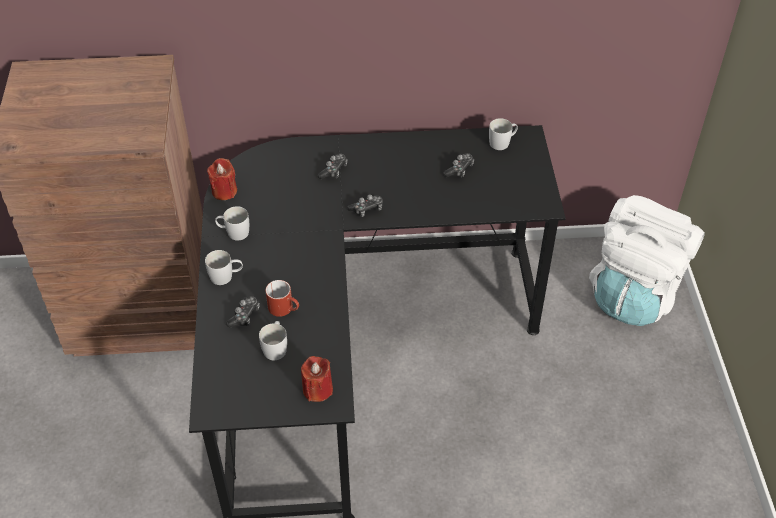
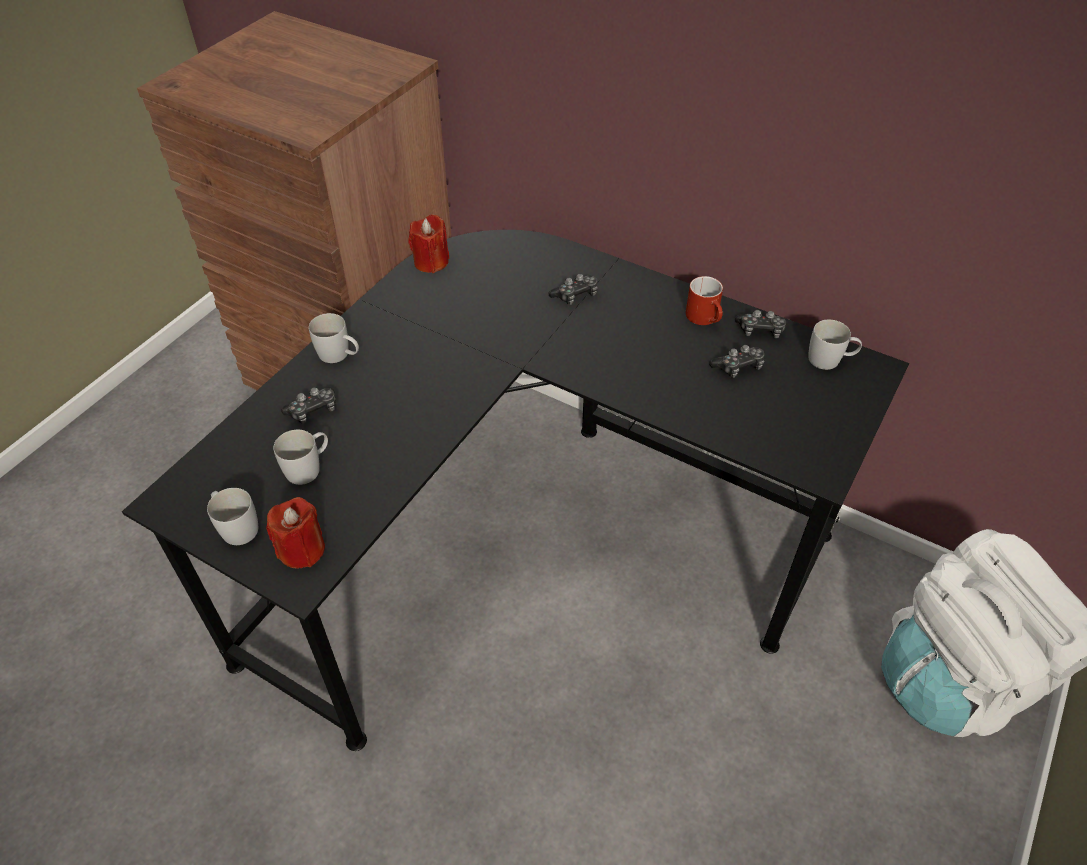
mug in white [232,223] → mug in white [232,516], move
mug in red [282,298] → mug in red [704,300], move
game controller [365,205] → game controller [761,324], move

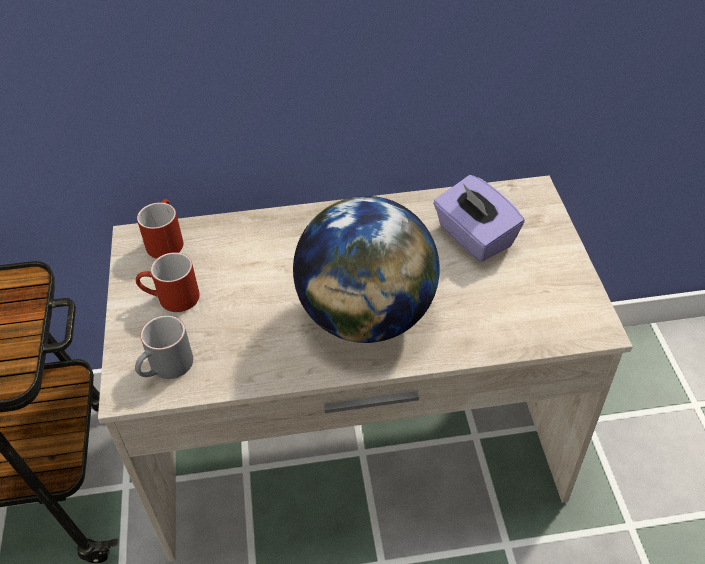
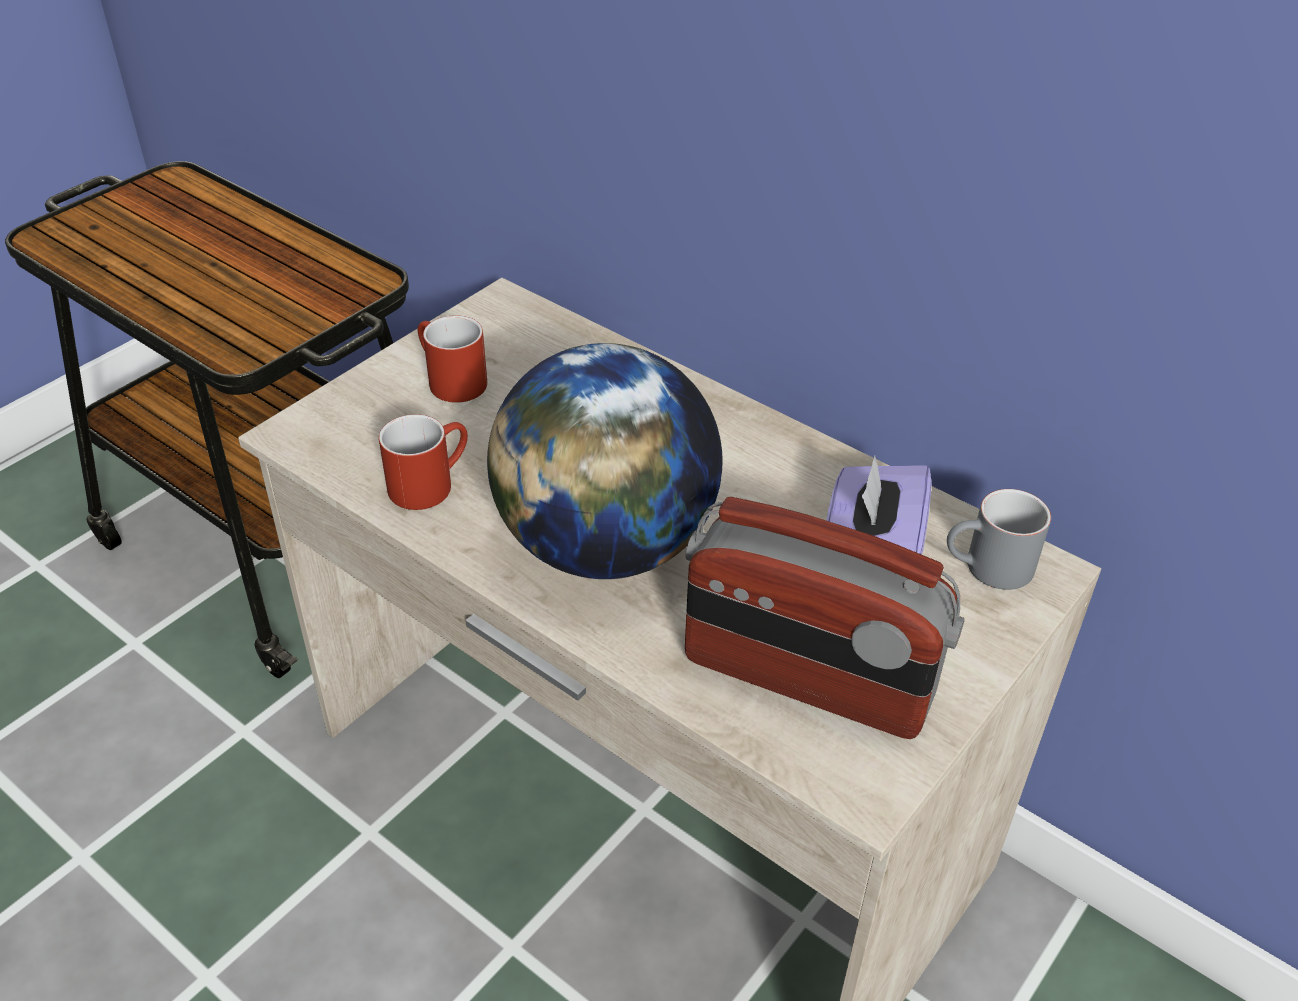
mug in red [160,229] → mug in red [423,462], move
- → radio [825,618]
mug in grey [164,347] → mug in grey [999,539], move

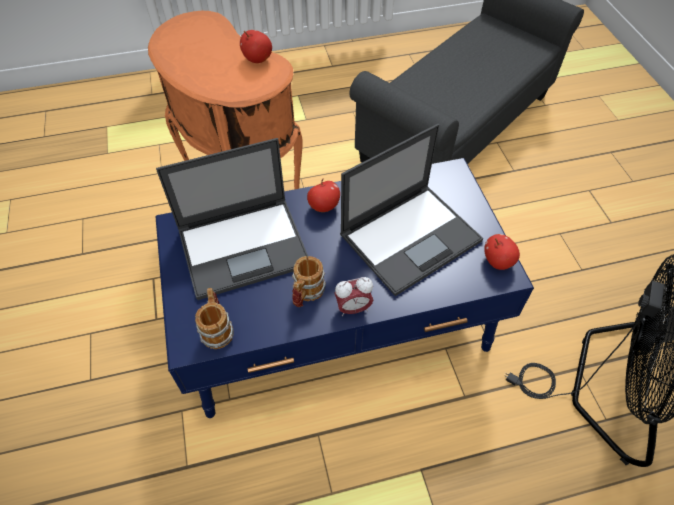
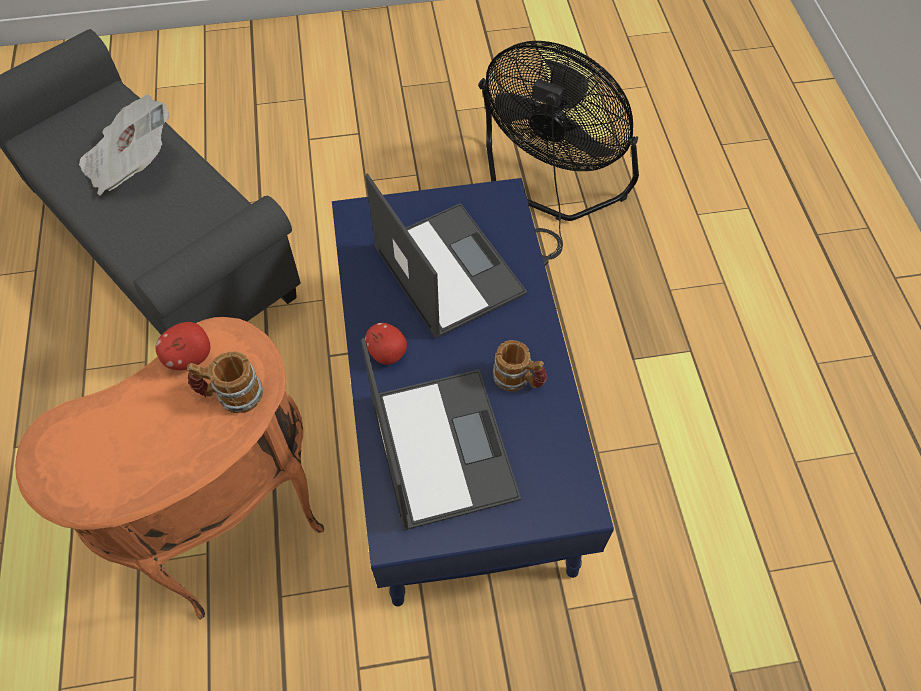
- → newspaper [124,145]
mug [214,318] → mug [225,382], move
alarm clock [354,296] → -
apple [502,252] → -

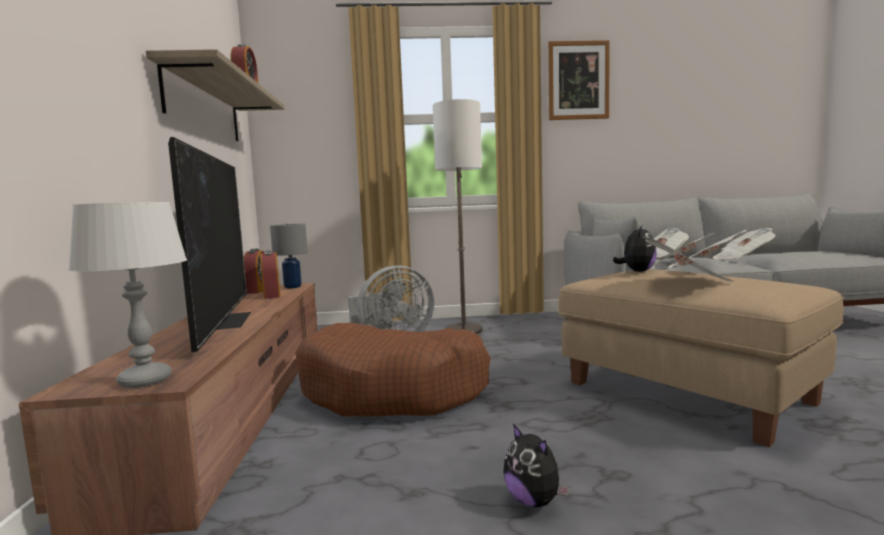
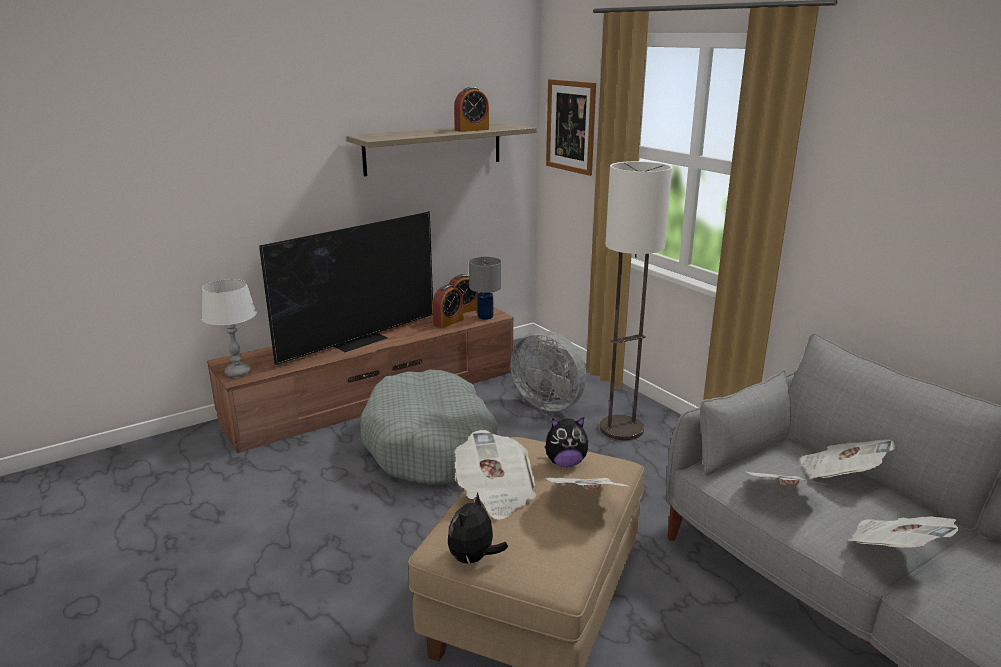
dog bed in brown [393,370] → dog bed in grey [430,427]
plush toy [536,465] → plush toy [478,529], move
picture [579,80] → picture [571,127], move

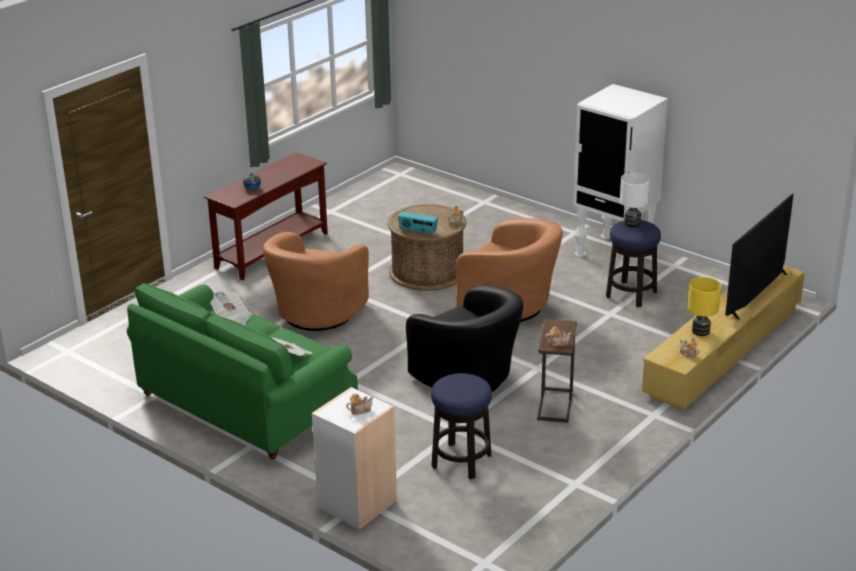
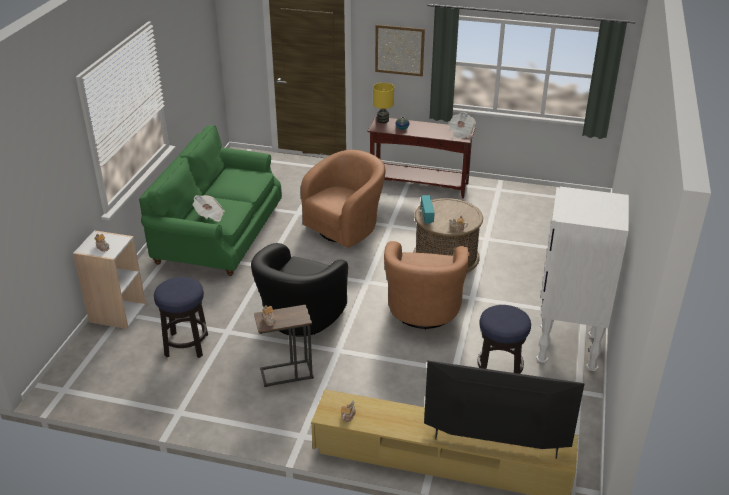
armchair in brown [316,281] → armchair in brown [343,199], 135 degrees clockwise
table lamp in yellow [704,306] → table lamp in yellow [383,103], move
- → picture [400,51]
newspaper [231,308] → newspaper [462,125], move
table lamp in white [635,200] → -

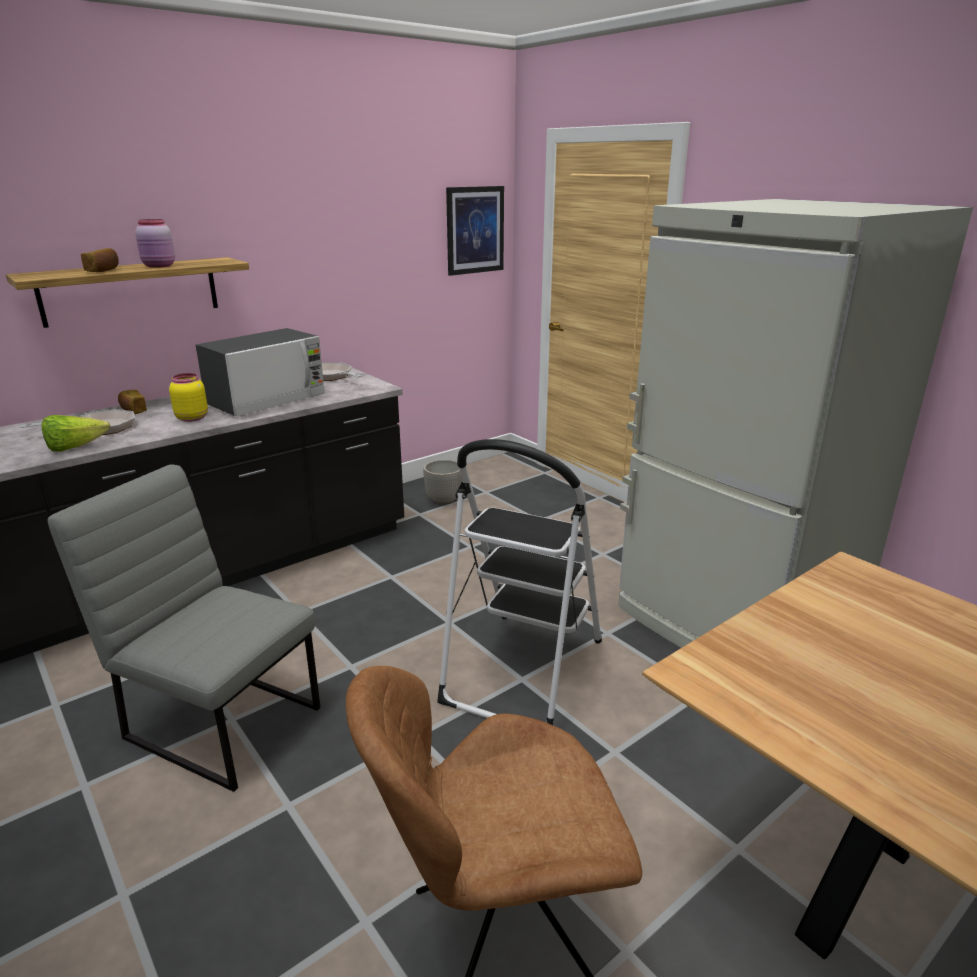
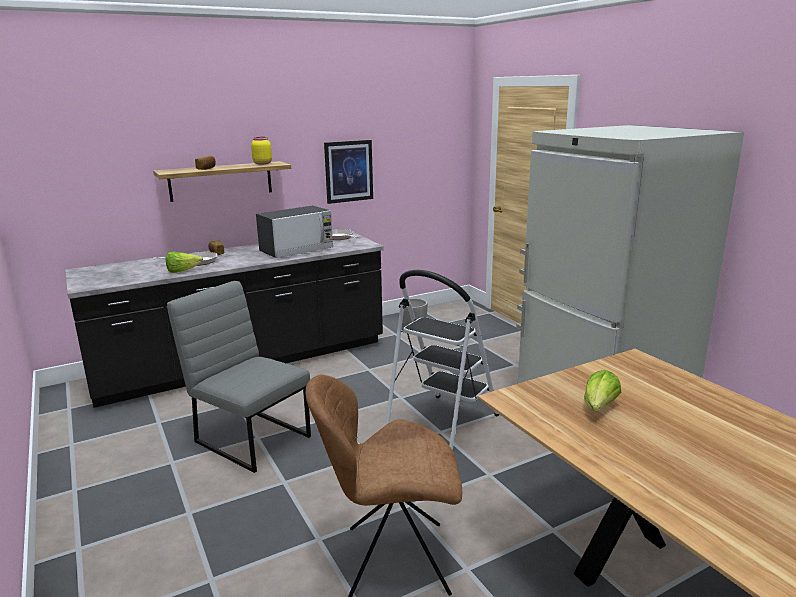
jar in yellow [188,397] → jar in yellow [261,151], move
picture [475,231] → picture [348,172], move
- → lettuce [602,390]
jar in pink [155,243] → -

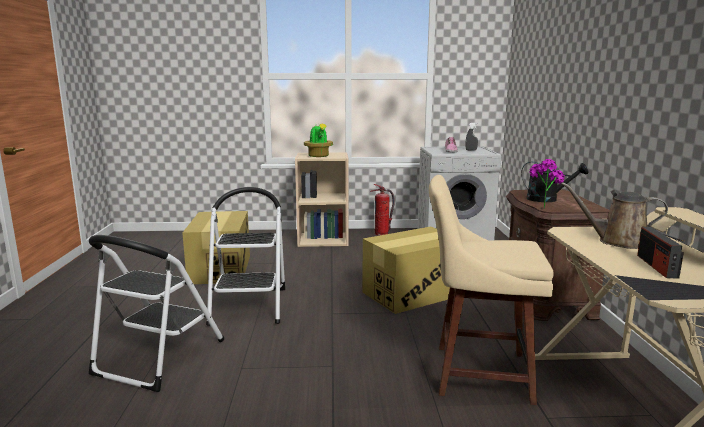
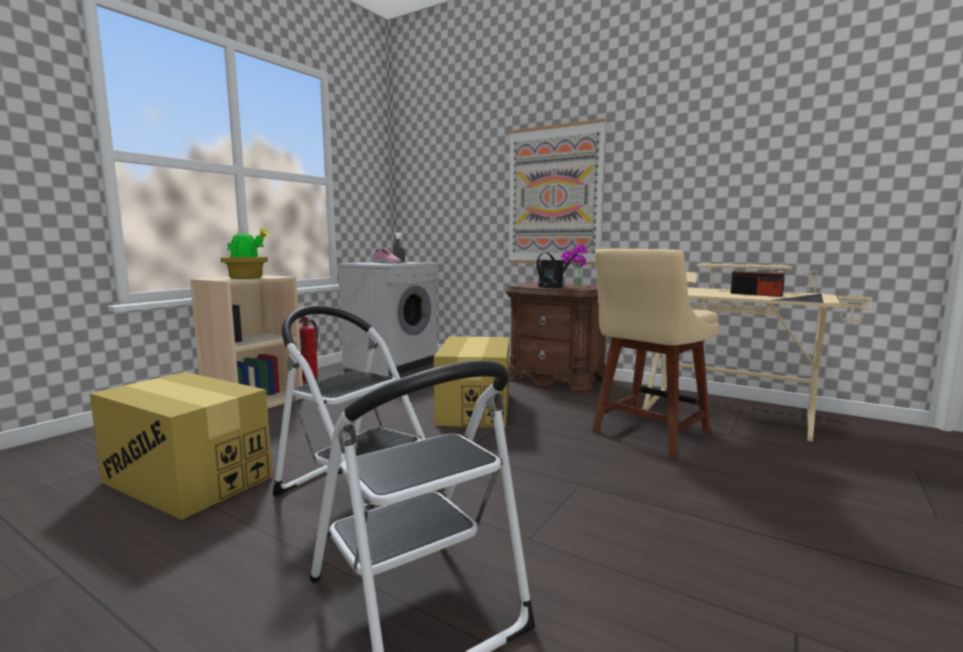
- → picture [557,191]
watering can in brown [615,215] → -

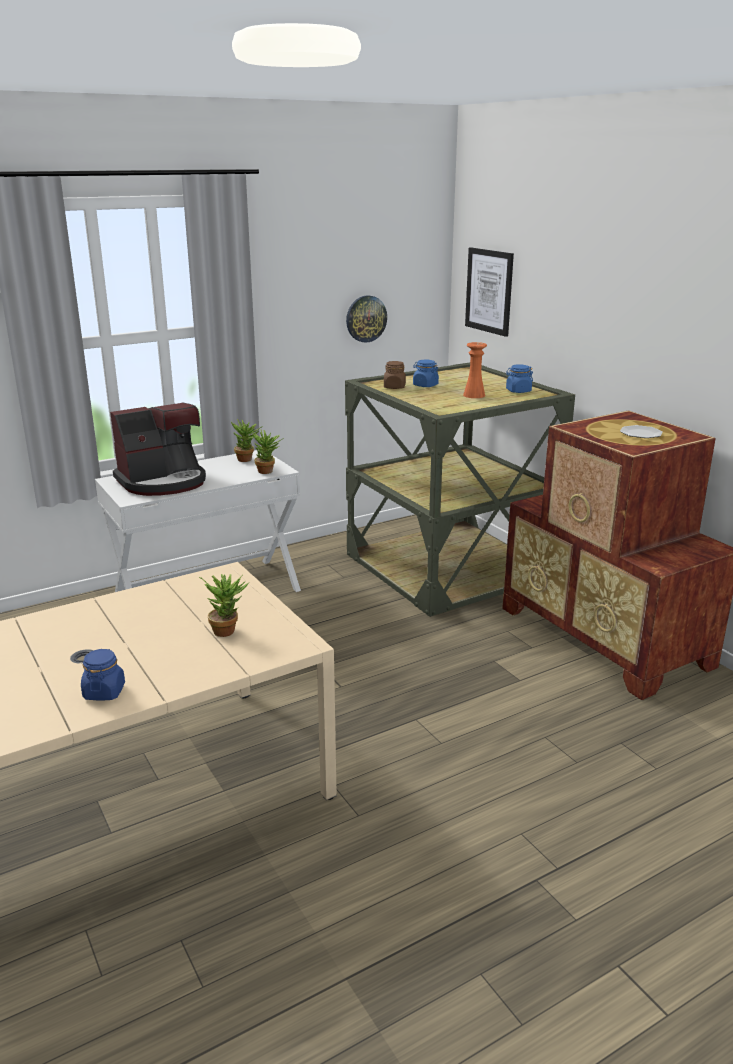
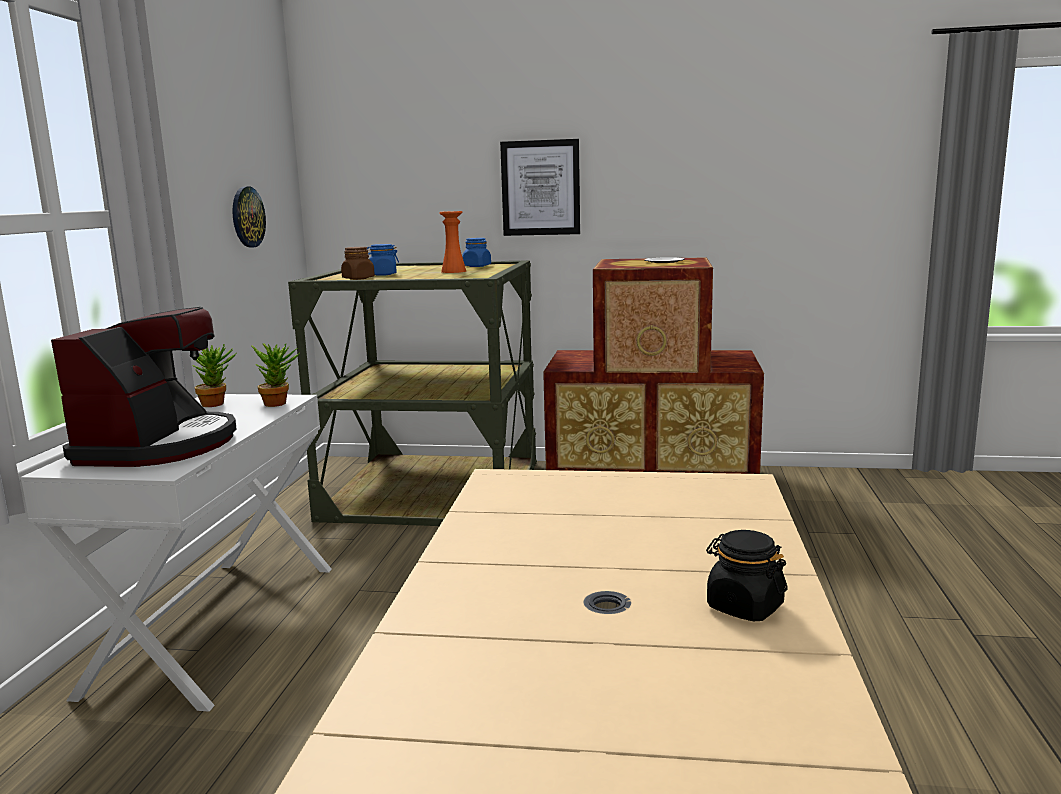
picture [489,292] → picture [540,187], move
jar in blue [103,675] → jar in black [746,575]
potted plant [224,605] → -

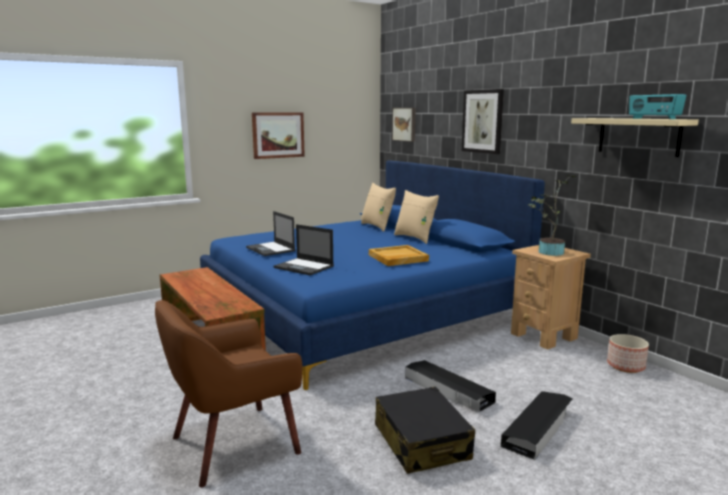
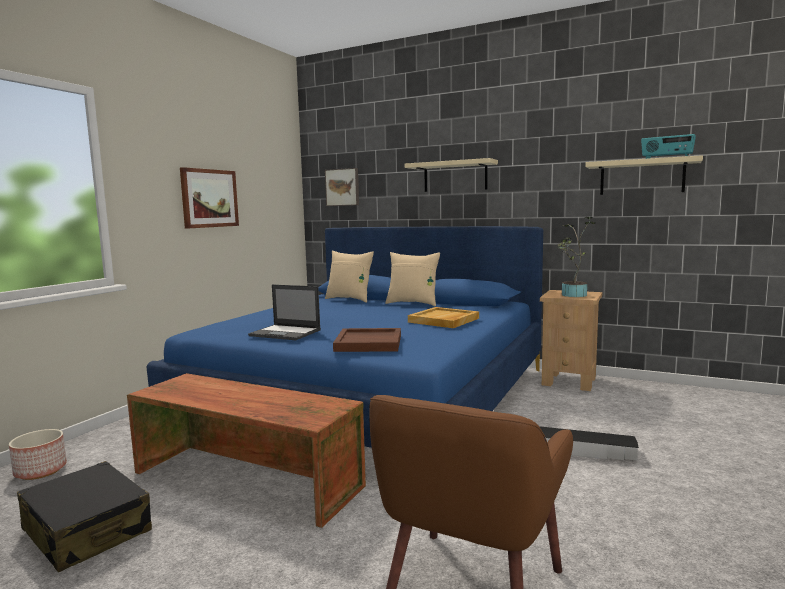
planter [628,353] → planter [38,454], move
suitcase in black [425,430] → suitcase in black [84,516], move
laptop [304,249] → tray in brown [367,340]
picture [483,121] → shelf in beige [451,175]
storage box in black [537,425] → -

